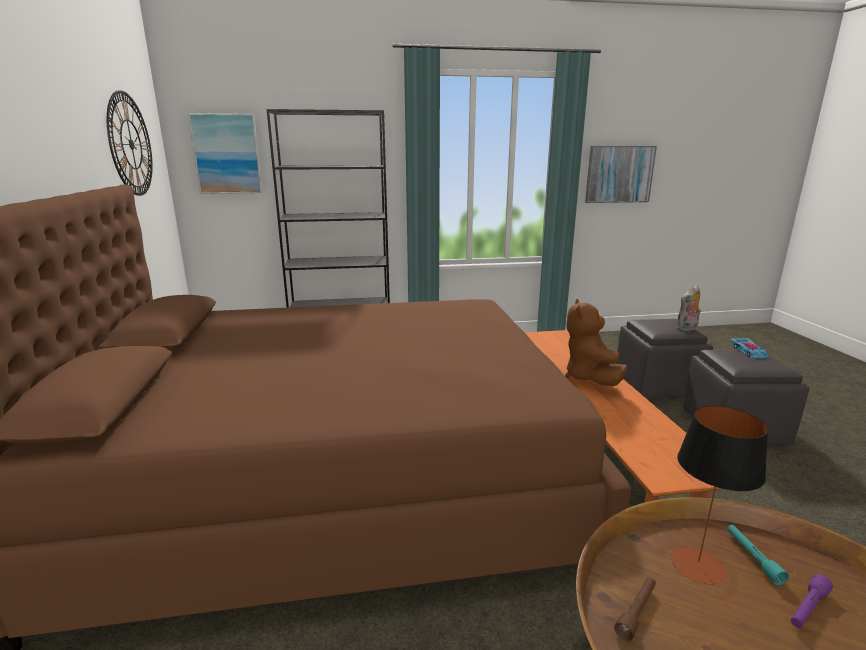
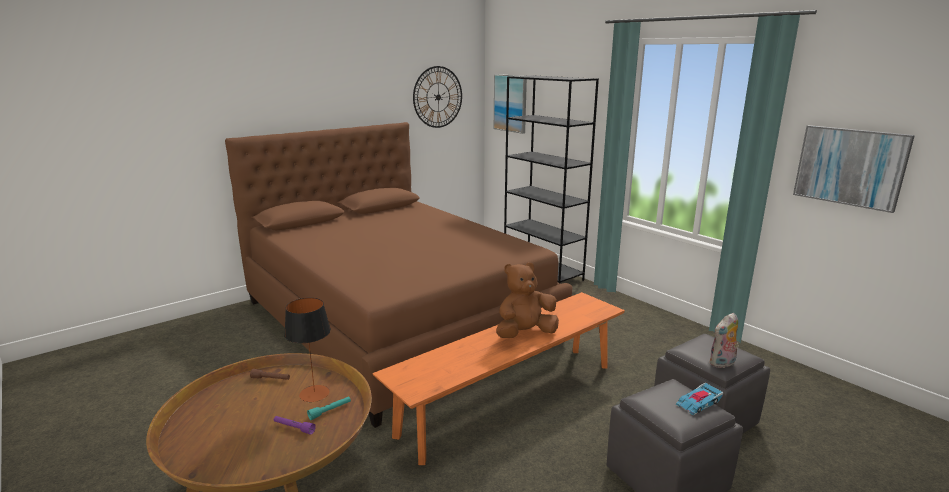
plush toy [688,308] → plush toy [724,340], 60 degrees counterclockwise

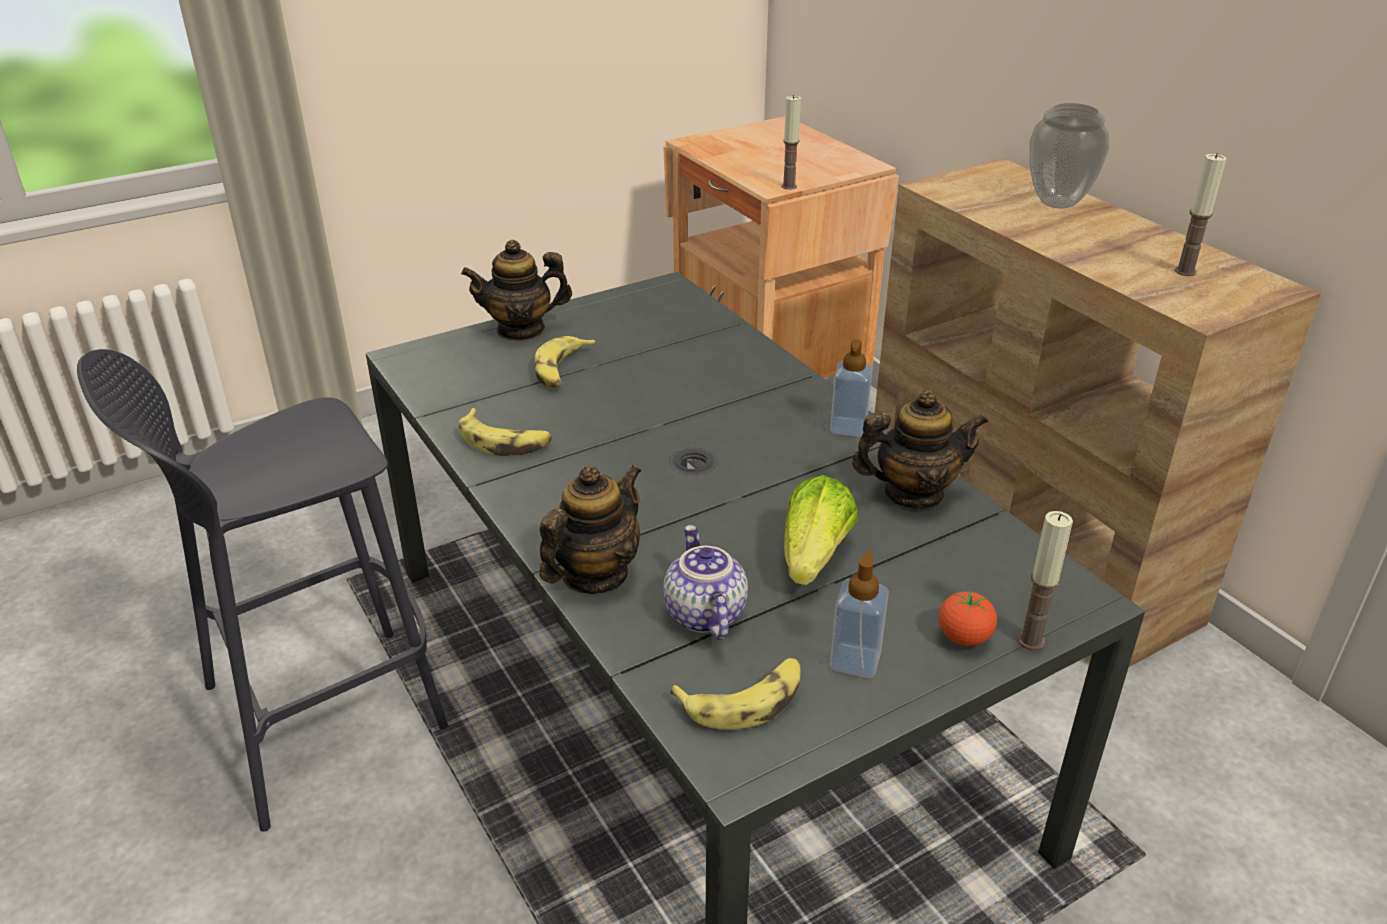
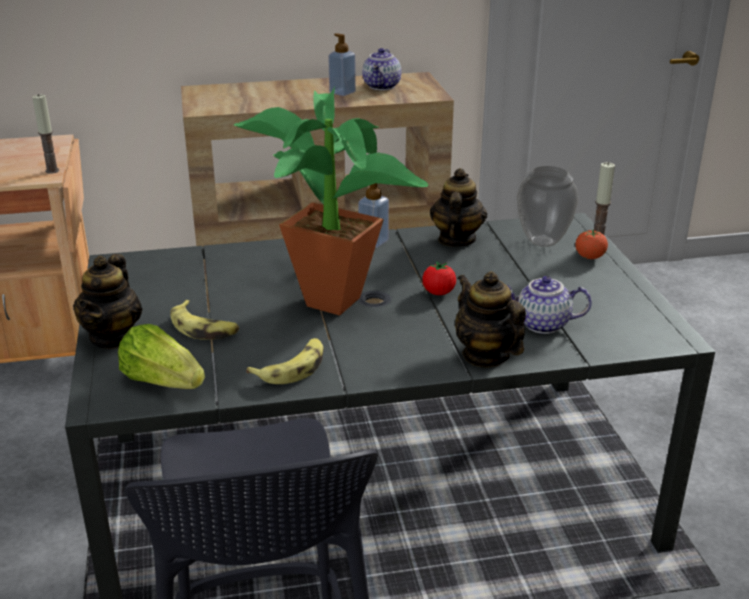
lettuce [821,530] → lettuce [161,356], move
- → potted plant [331,201]
soap dispenser [859,614] → soap dispenser [342,64], move
candle [1201,214] → teapot [381,69]
- → tomato [439,278]
vase [1069,156] → vase [547,206], move
banana [735,694] → -

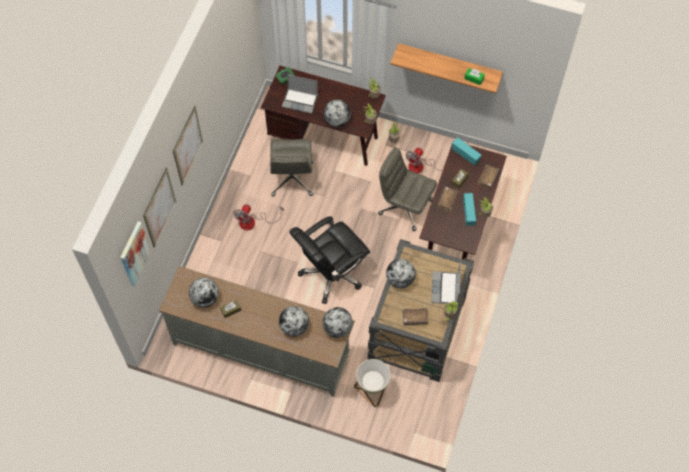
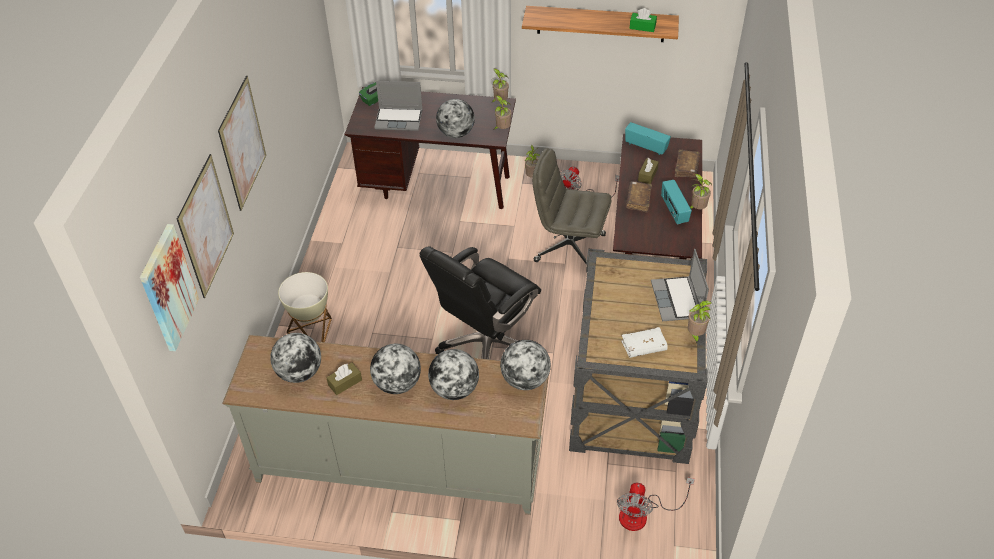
planter [372,383] → planter [305,307], move
globe [401,273] → globe [395,369], move
fan [258,217] → fan [656,504], move
book in brown [415,316] → book in white [644,342]
office chair in grey [291,167] → -

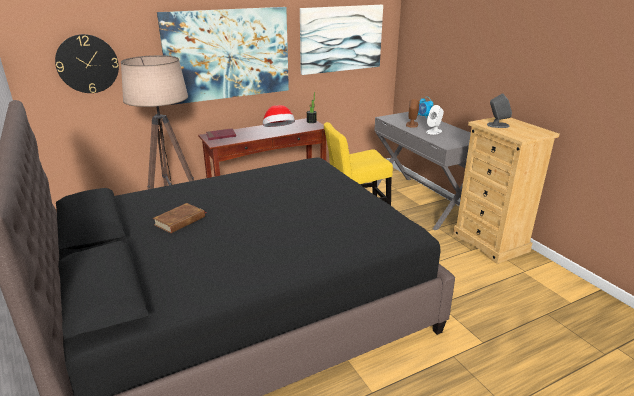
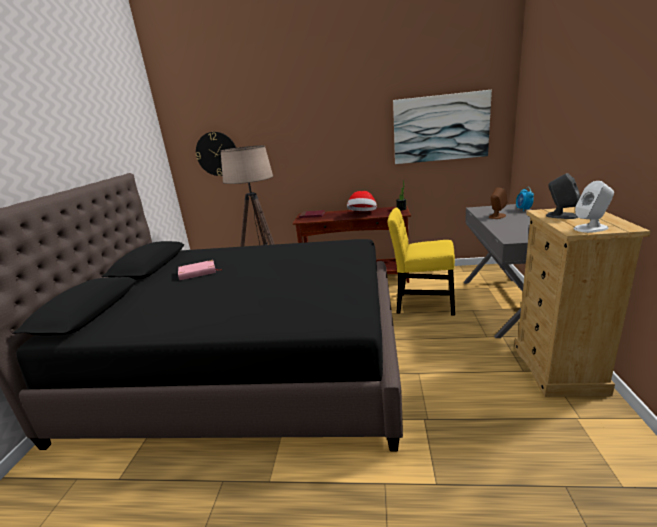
book in brown [179,218] → book in pink [197,270]
speaker in white [435,120] → speaker in white [594,207], move
picture [223,56] → -

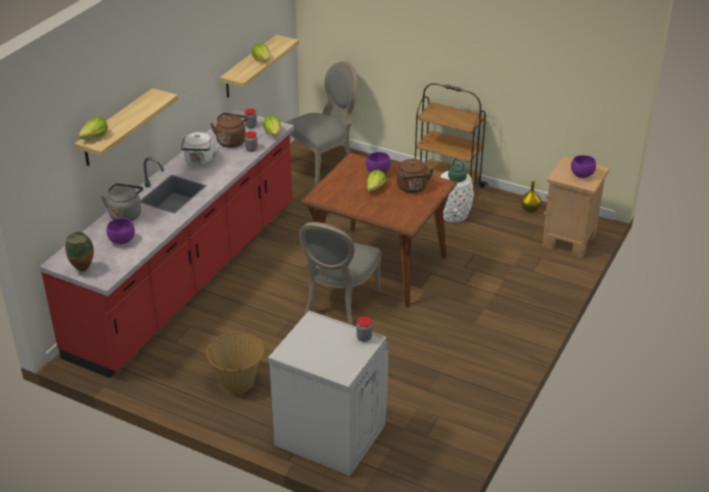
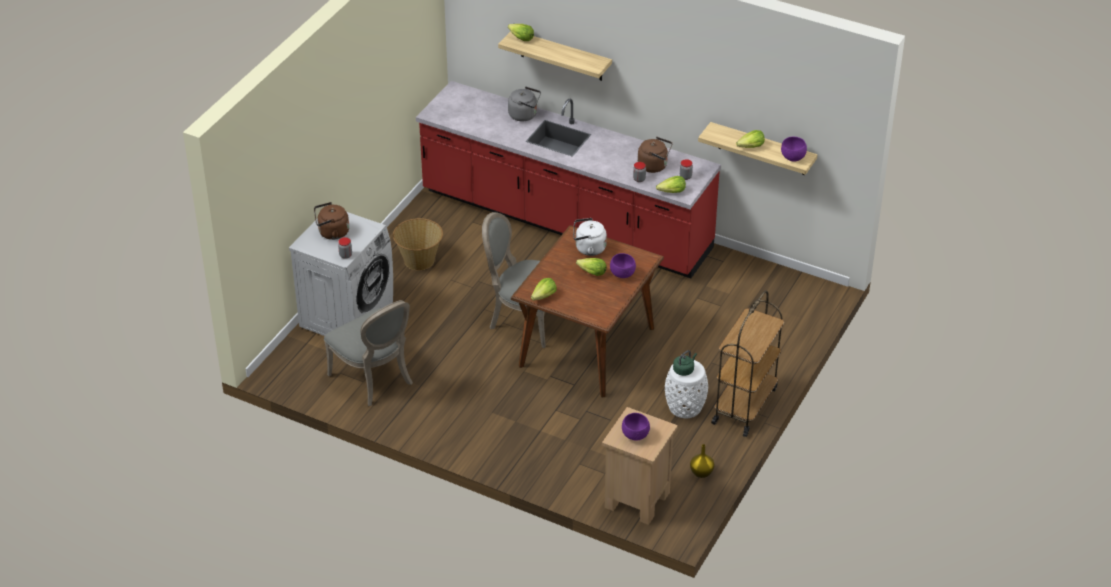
kettle in brown [415,176] → kettle in brown [331,221], move
chair in grey [320,123] → chair in grey [368,353], move
- → lettuce [544,289]
kettle in white [200,149] → kettle in white [590,237], move
bowl in purple [121,231] → bowl in purple [794,149], move
vase [79,251] → -

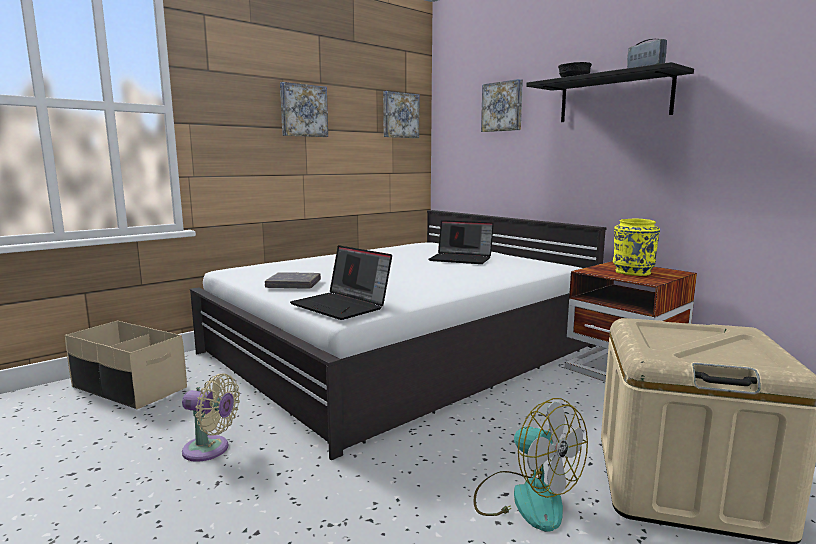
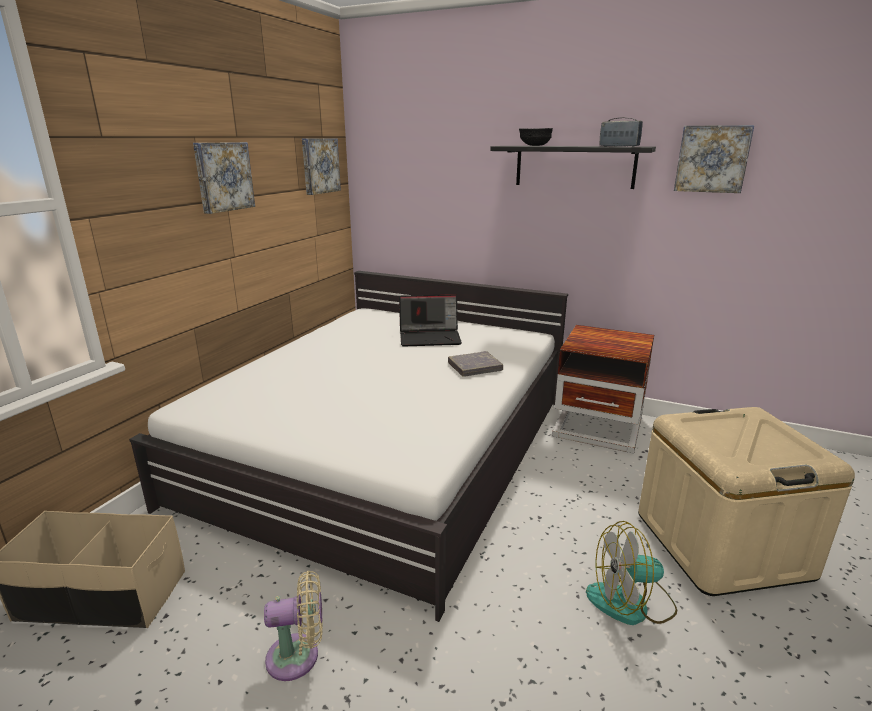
book in grey [293,280] → book in grey [475,364], move
fan [531,465] → fan [631,573], 150 degrees clockwise
picture [502,105] → picture [714,159], move
laptop [341,282] → -
vase in yellow [636,247] → -

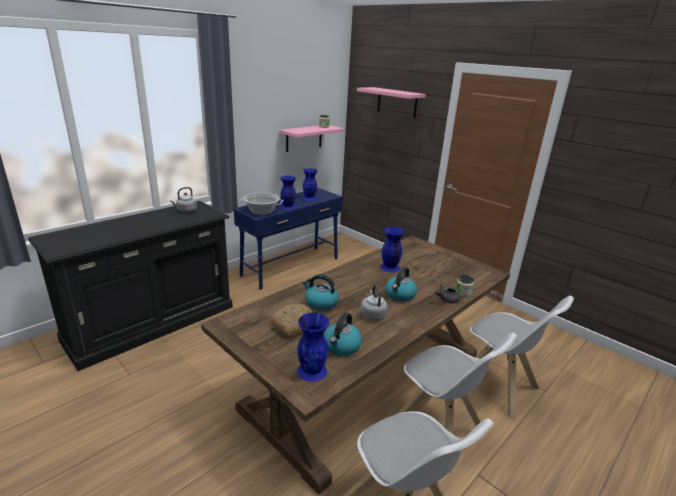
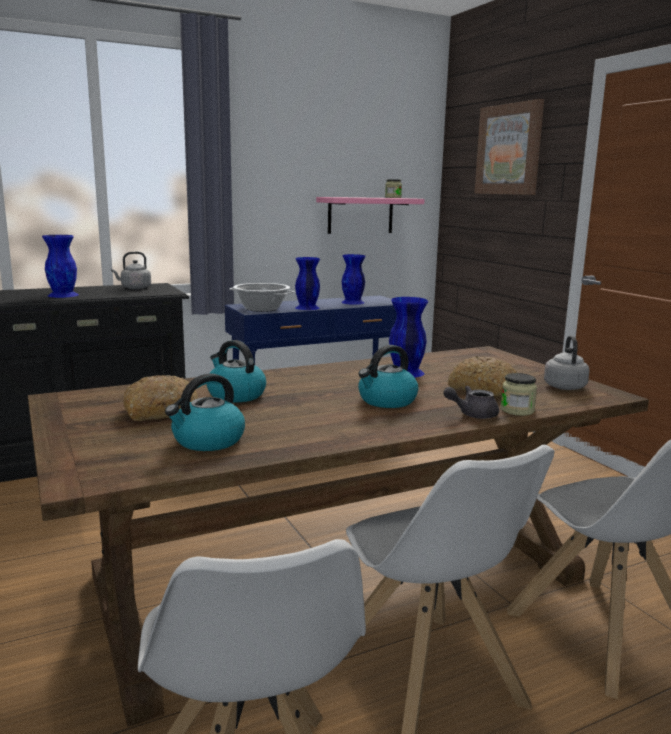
vase in blue [313,347] → vase in blue [60,266], move
- → bread [482,376]
shelf in pink [391,102] → picture [509,147]
kettle in grey [374,303] → kettle in grey [567,362], move

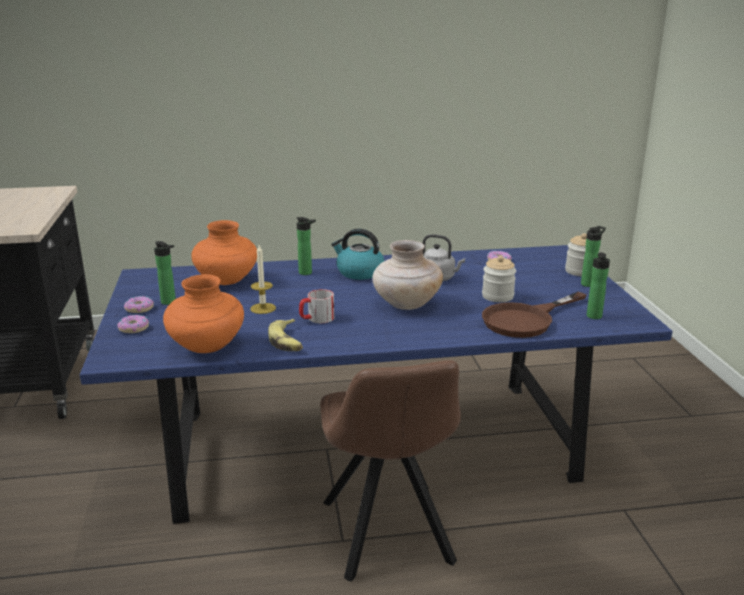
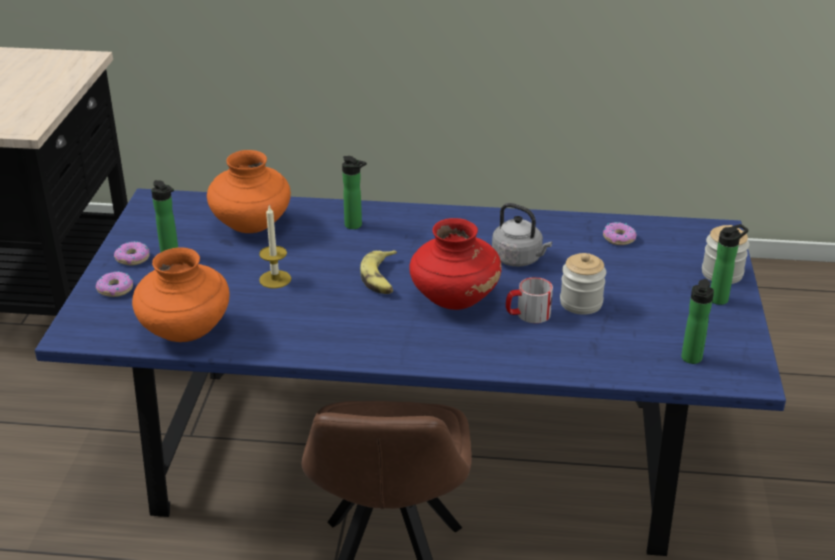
banana [285,335] → banana [378,272], move
vase in beige [407,275] → vase in red [455,264]
mug [316,306] → mug [529,300], move
kettle [357,254] → -
frying pan in brown [534,315] → -

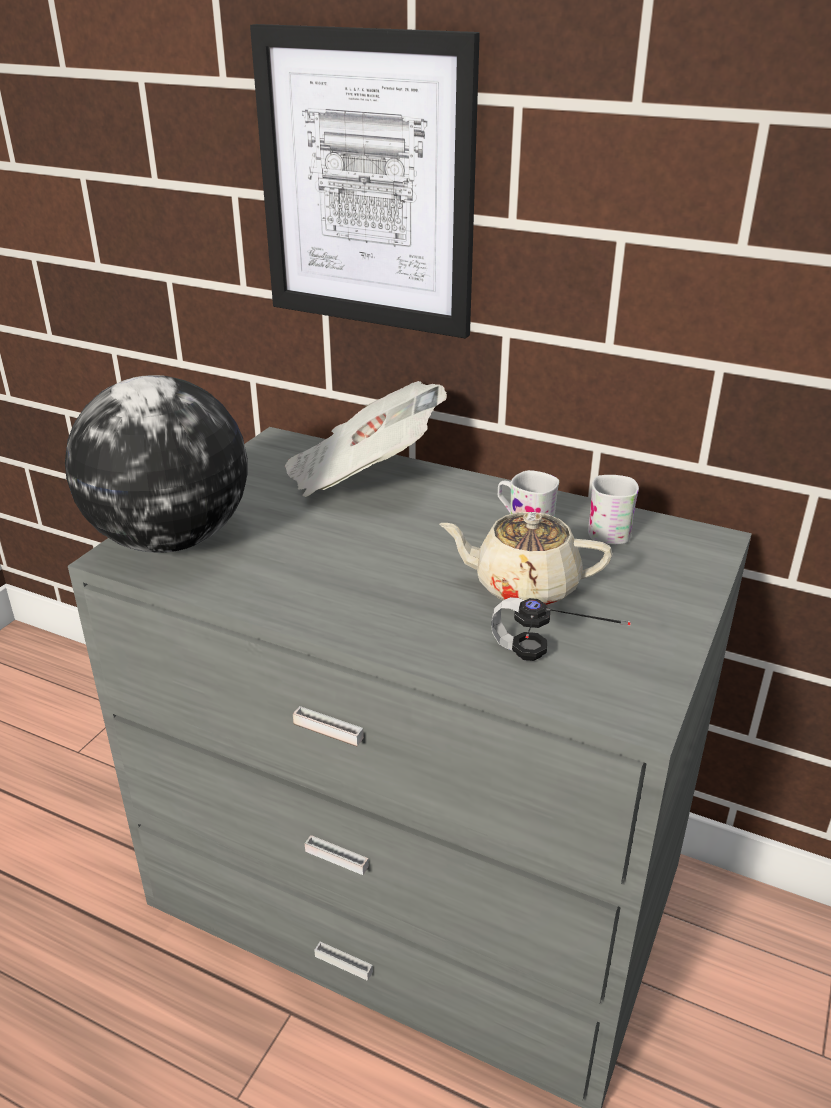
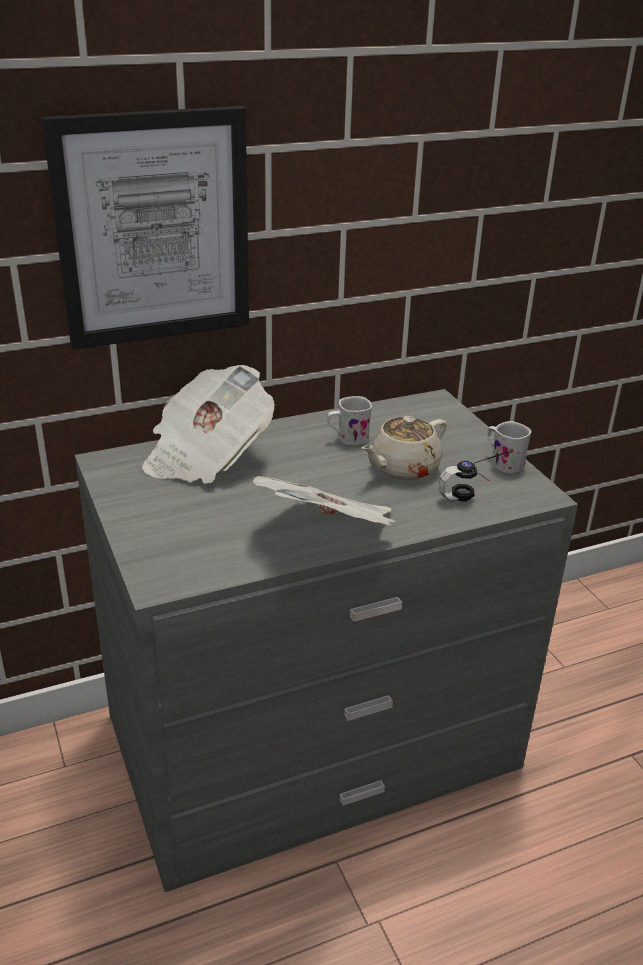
- → newspaper [324,501]
mug in white [613,509] → mug in white [509,447], move
globe [156,464] → -

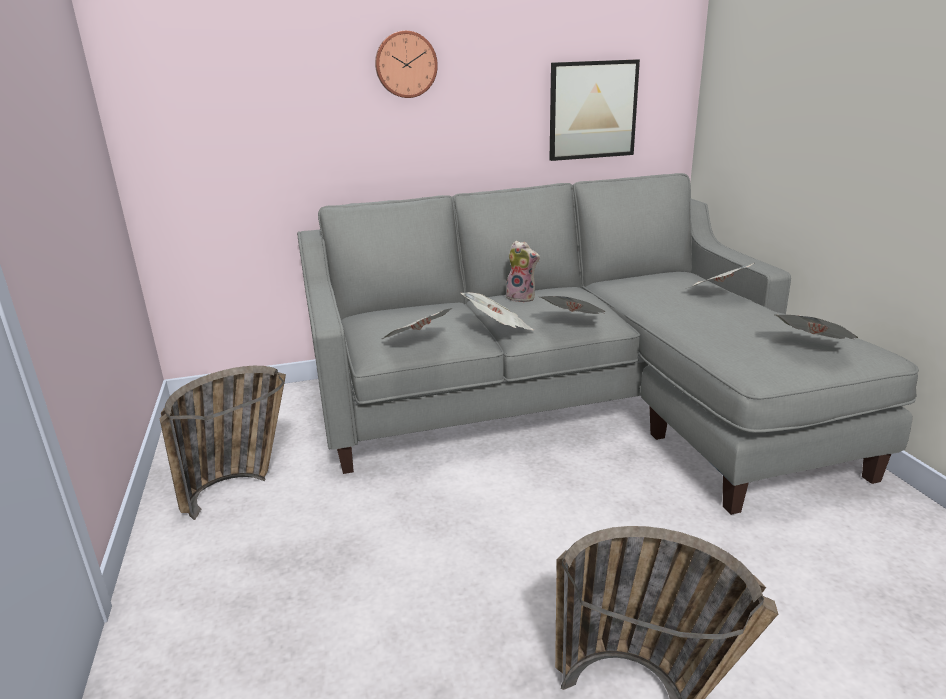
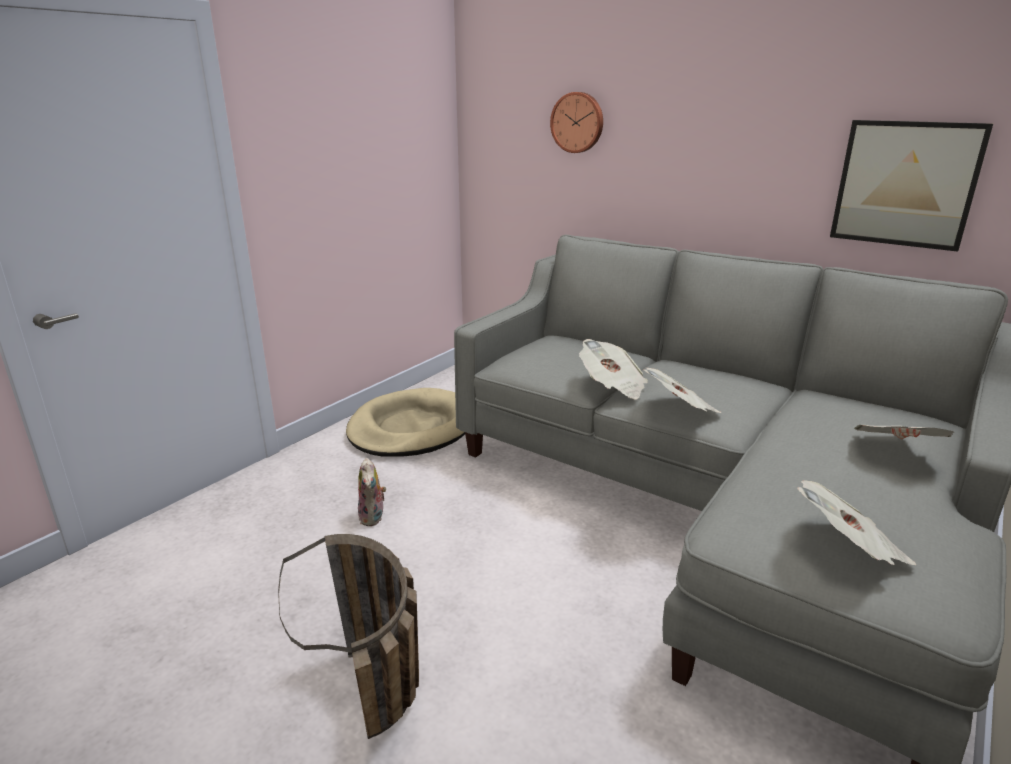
basket [222,443] → dog bed in beige [405,422]
plush toy [523,271] → plush toy [372,492], move
wall clock [406,64] → wall clock [576,122], move
newspaper [417,323] → -

